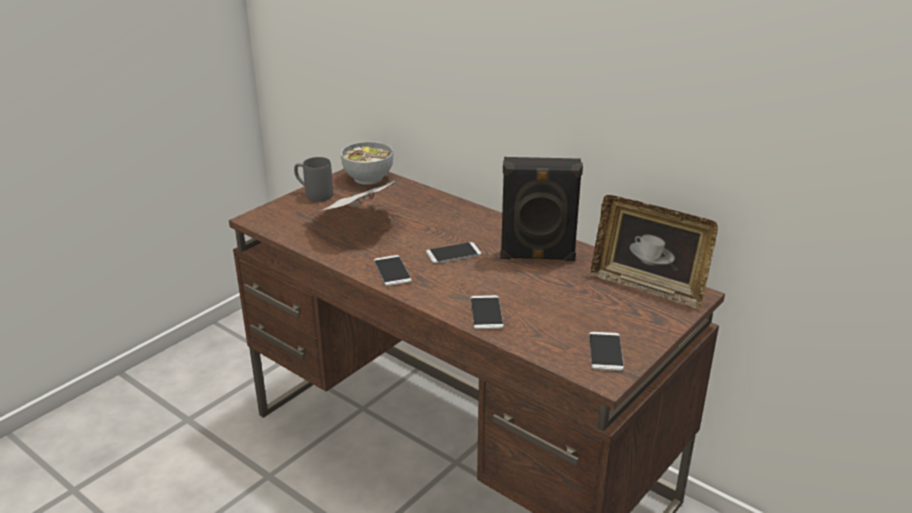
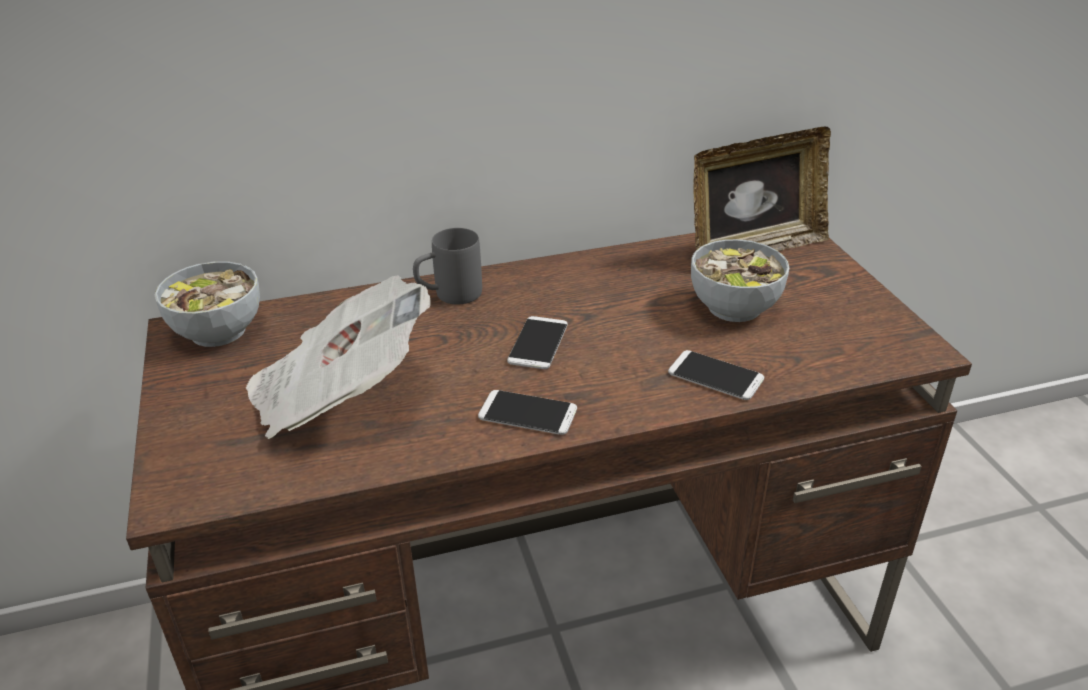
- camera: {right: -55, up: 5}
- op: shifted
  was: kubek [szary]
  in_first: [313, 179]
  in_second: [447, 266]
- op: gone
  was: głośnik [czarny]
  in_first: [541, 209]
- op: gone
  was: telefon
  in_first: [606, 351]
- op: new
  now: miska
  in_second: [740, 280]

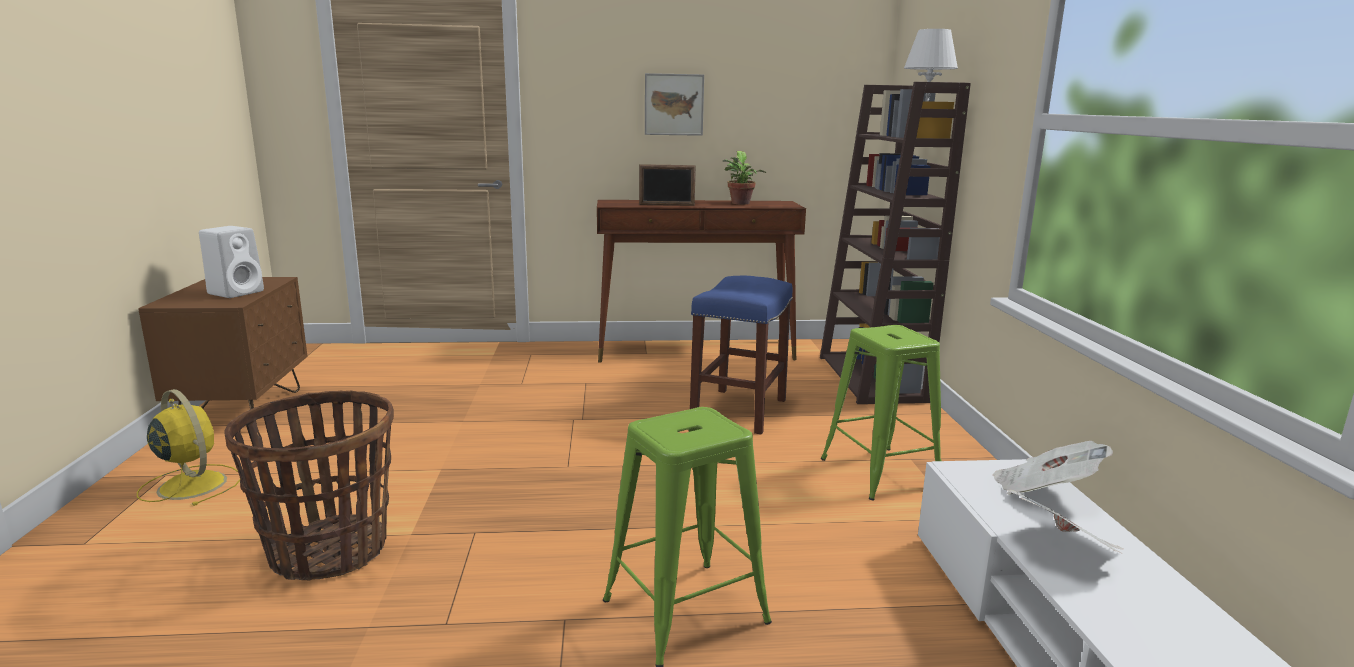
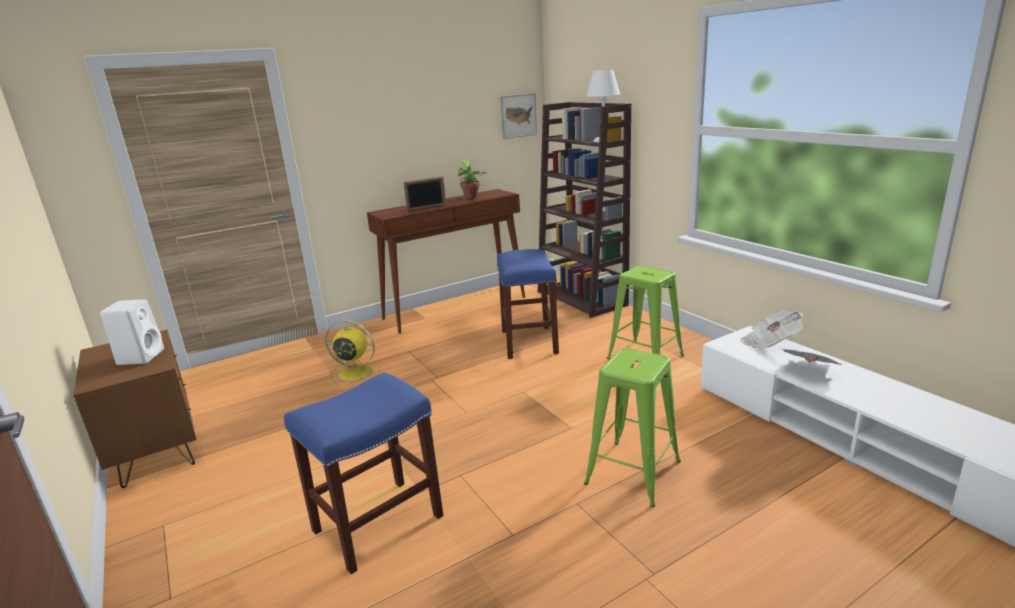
- camera: {right: -25, up: 5}
- op: shifted
  was: obraz
  in_first: [674, 104]
  in_second: [518, 116]
- op: shifted
  was: wentylator [żółty]
  in_first: [188, 447]
  in_second: [352, 353]
- op: swapped
  was: koszyk
  now: stołek [niebieski]
  in_first: [309, 485]
  in_second: [363, 473]

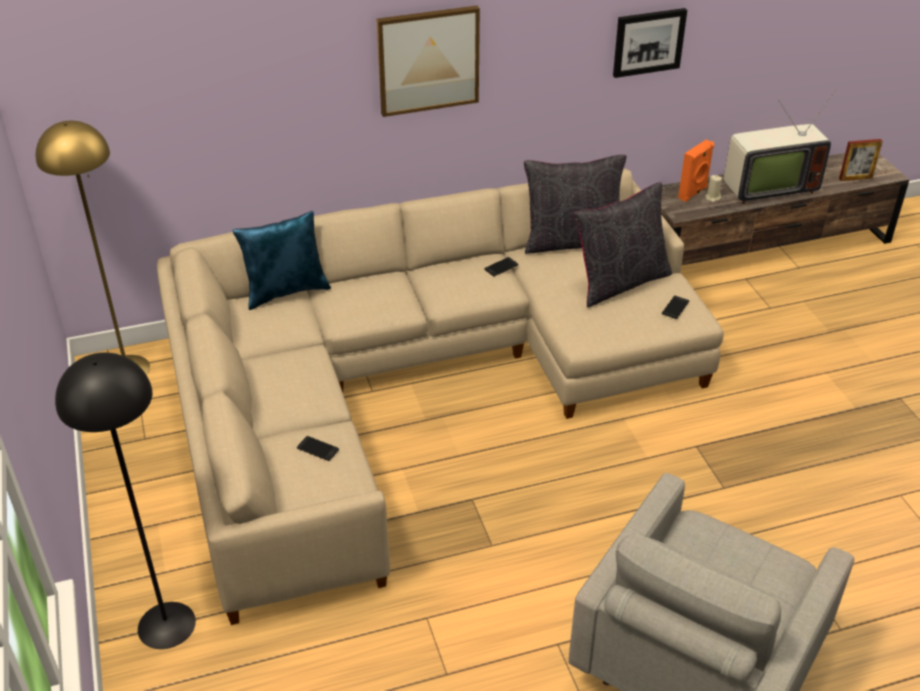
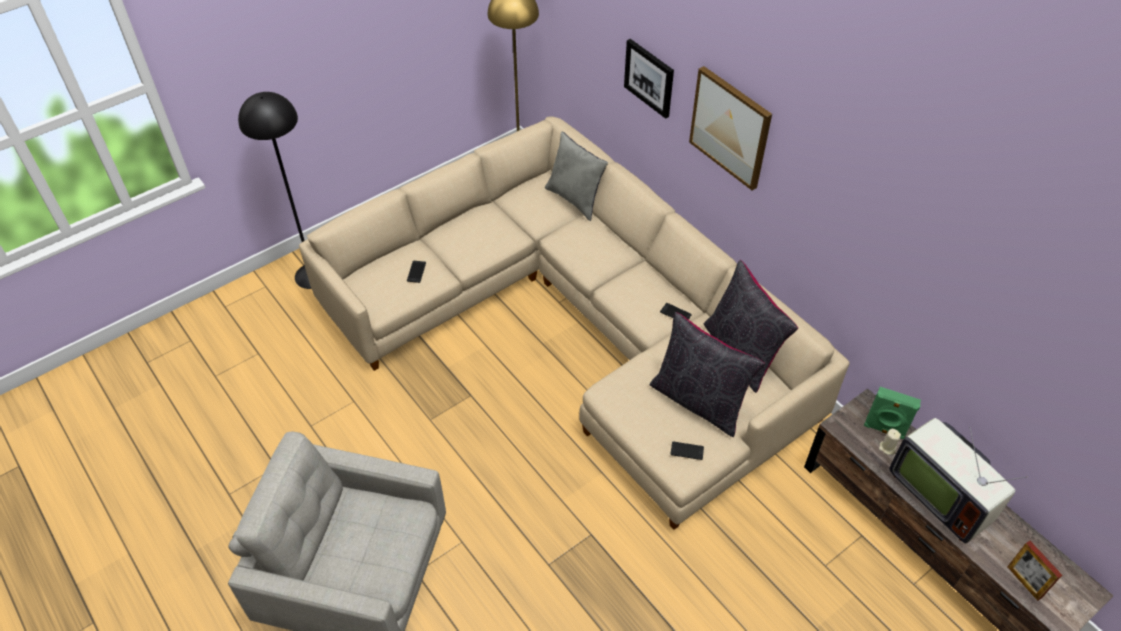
- camera: {right: 70, up: 10}
- op: shifted
  was: obraz
  in_first: [650, 43]
  in_second: [649, 79]
- op: repainted
  was: głośnik [pomarańczowy]
  now: głośnik [zielony]
  in_first: [696, 171]
  in_second: [892, 413]
- op: repainted
  was: poduszka [niebieski]
  now: poduszka [szary]
  in_first: [282, 260]
  in_second: [576, 176]

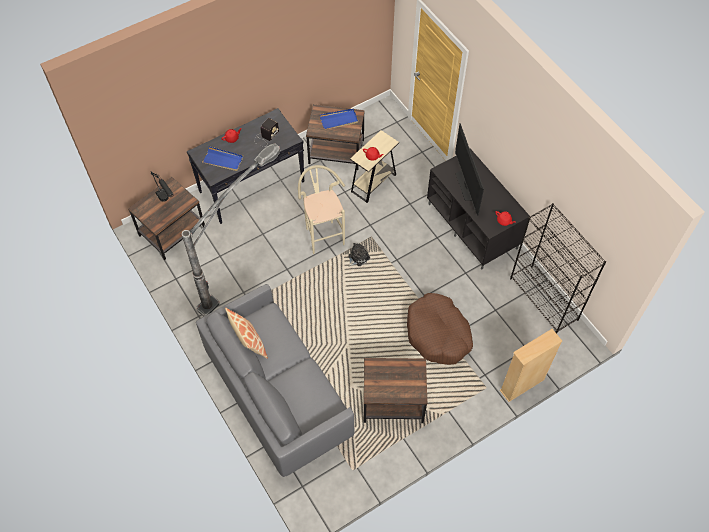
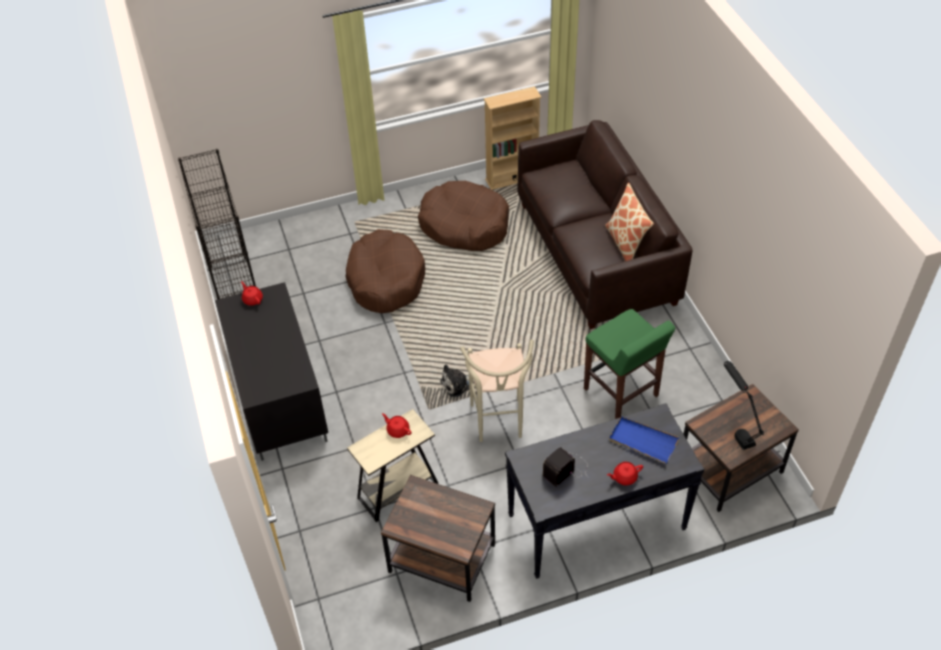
- camera: {right: -165, up: -10}
- op: gone
  was: taca [niebieski]
  in_first: [339, 119]
- op: gone
  was: telewizor
  in_first: [469, 169]
- op: swapped
  was: lampa stojąca
  now: stołek [zielony]
  in_first: [231, 229]
  in_second: [629, 364]
- op: repainted
  was: kanapa [szary]
  now: kanapa [brązowy]
  in_first: [275, 380]
  in_second: [604, 224]
- op: shifted
  was: regał [beżowy]
  in_first: [531, 365]
  in_second: [512, 138]
- op: swapped
  was: stolik [brązowy]
  now: legowisko [brązowy]
  in_first: [395, 390]
  in_second: [463, 216]

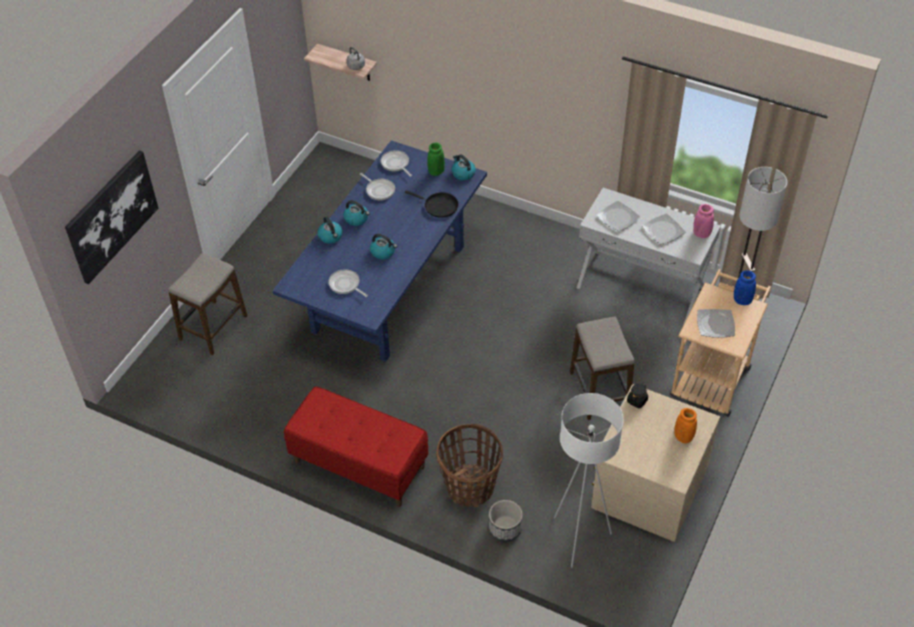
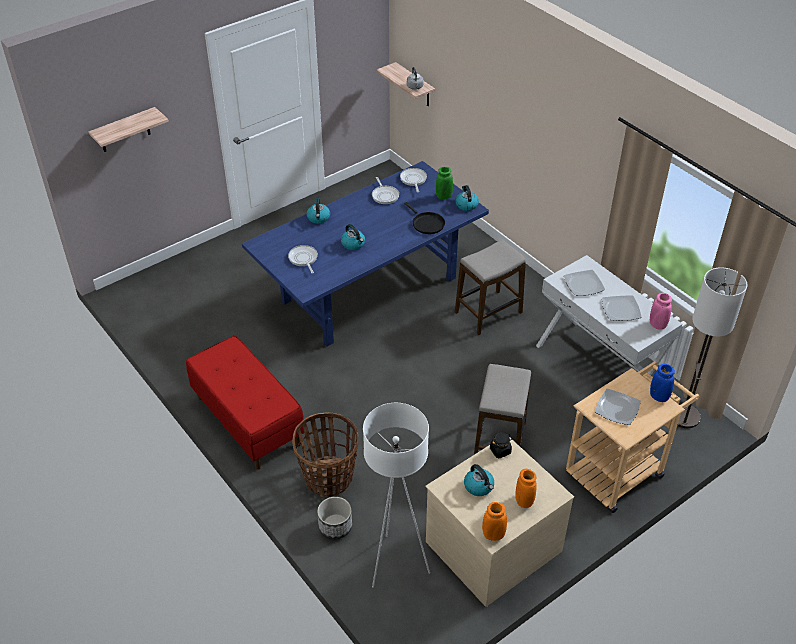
- camera: {right: 25, up: -5}
- op: swapped
  was: obraz
  now: półka
  in_first: [111, 217]
  in_second: [128, 129]
- op: shifted
  was: czajnik
  in_first: [356, 213]
  in_second: [479, 480]
- op: shifted
  was: stołek
  in_first: [208, 304]
  in_second: [490, 287]
- op: new
  now: wazon [pomarańczowy]
  in_second: [494, 521]

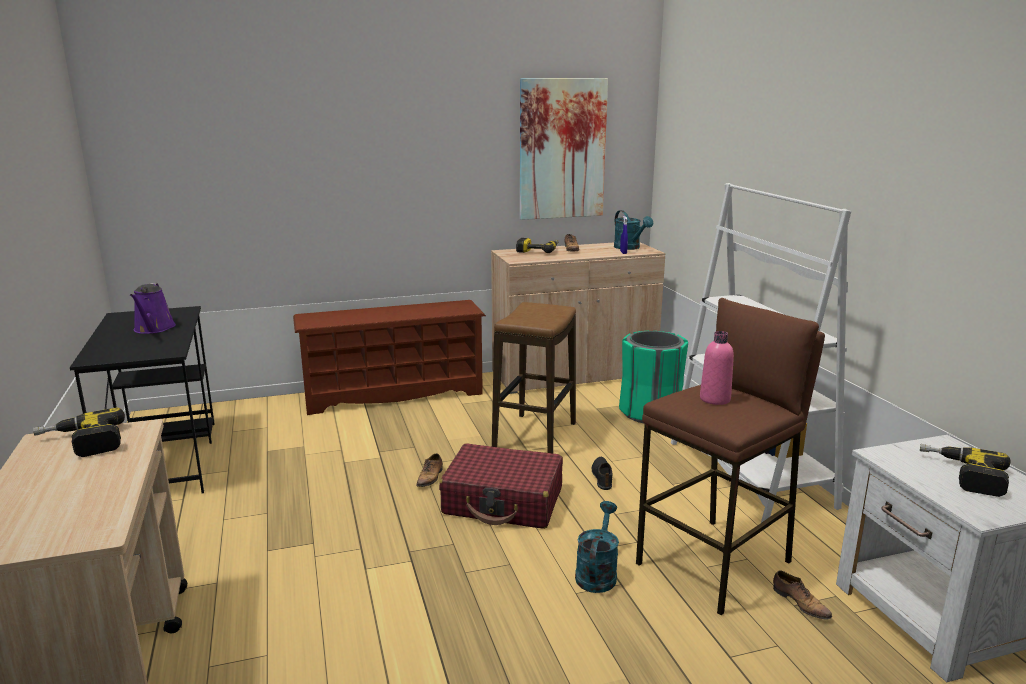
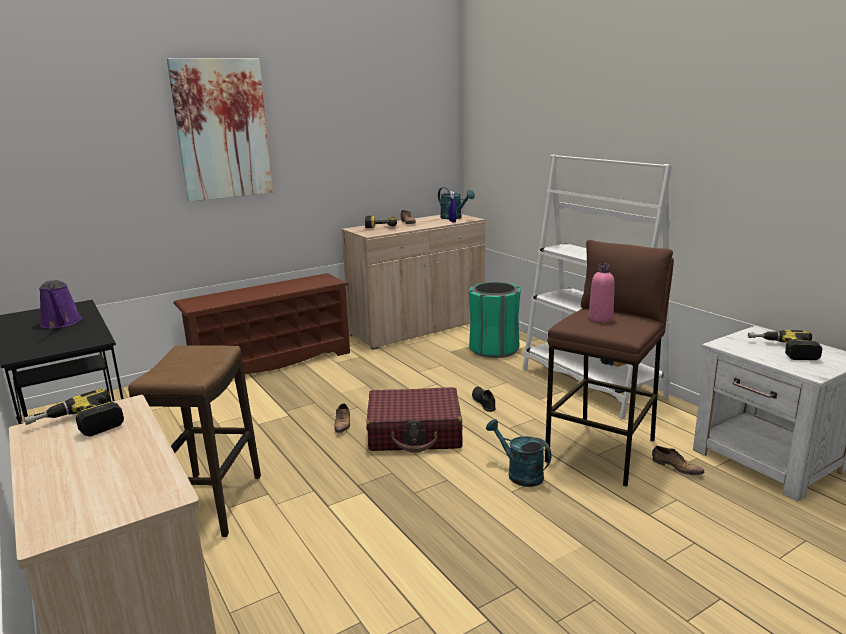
- camera: {right: -15, up: 0}
- op: shifted
  was: obraz
  in_first: [564, 149]
  in_second: [220, 130]
- op: shifted
  was: stołek
  in_first: [534, 377]
  in_second: [194, 441]
- op: rotated
  was: konewka [turkusowy]
  in_first: [597, 547]
  in_second: [518, 453]
  clockwise: -45

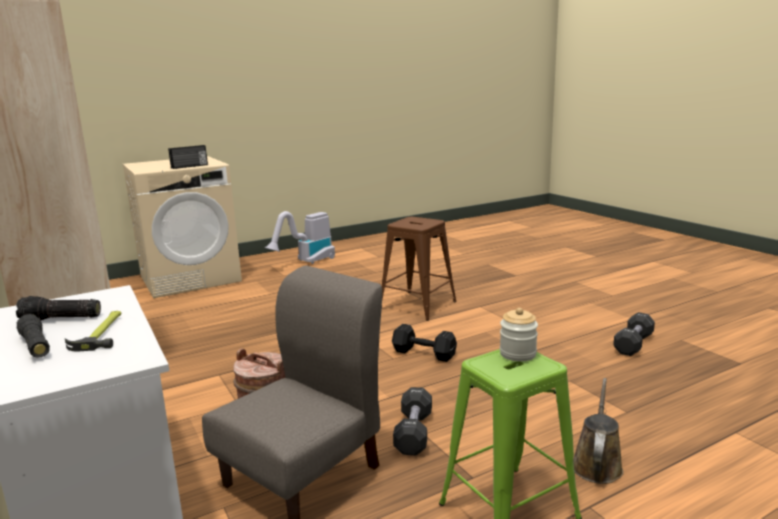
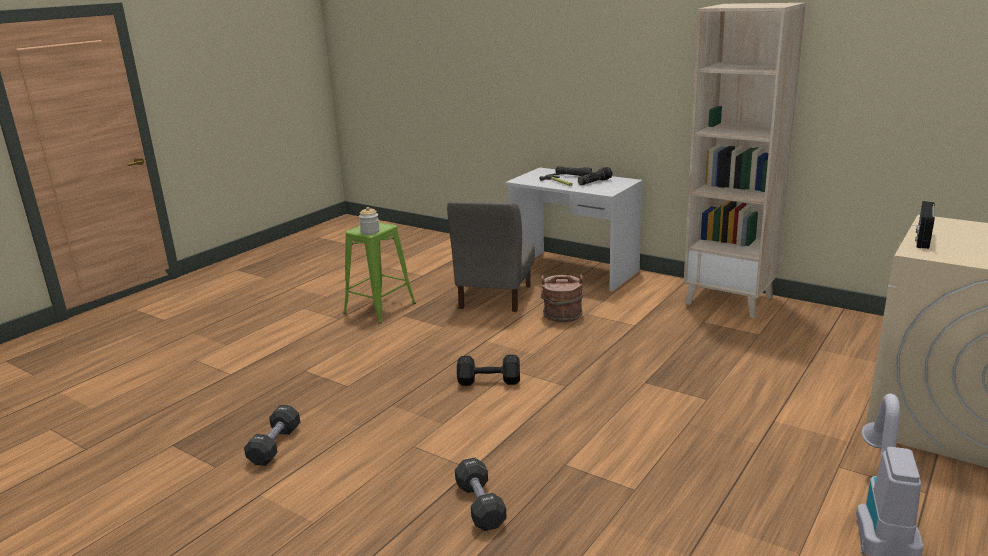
- camera: {right: 155, up: 5}
- op: gone
  was: stołek [brązowy]
  in_first: [419, 269]
- op: gone
  was: konewka [brązowy]
  in_first: [598, 431]
- op: shifted
  was: hantel [czarny]
  in_first: [412, 421]
  in_second: [481, 494]

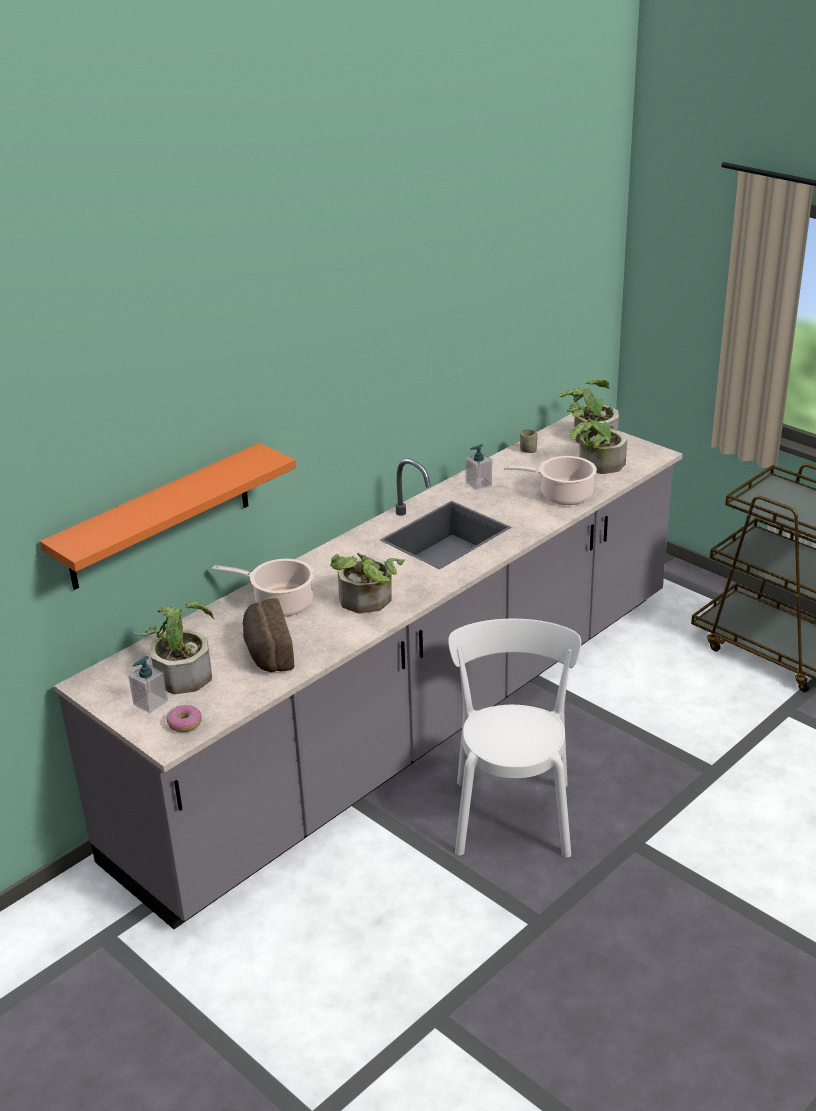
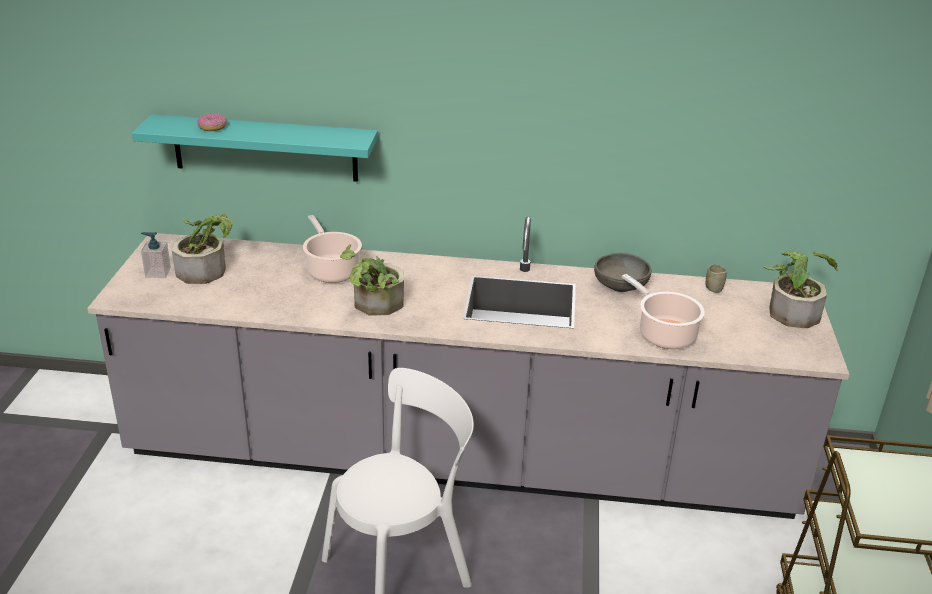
- camera: {right: 50, up: 0}
- op: gone
  was: roślina doniczkowa
  in_first: [599, 440]
- op: repainted
  was: półka [pomarańczowy]
  now: półka [turkusowy]
  in_first: [168, 516]
  in_second: [255, 148]
- op: swapped
  was: dozownik mydła
  now: miska [szary]
  in_first: [478, 467]
  in_second: [623, 272]
- op: gone
  was: chleb
  in_first: [268, 635]
- op: shifted
  was: donut
  in_first: [184, 718]
  in_second: [212, 122]

